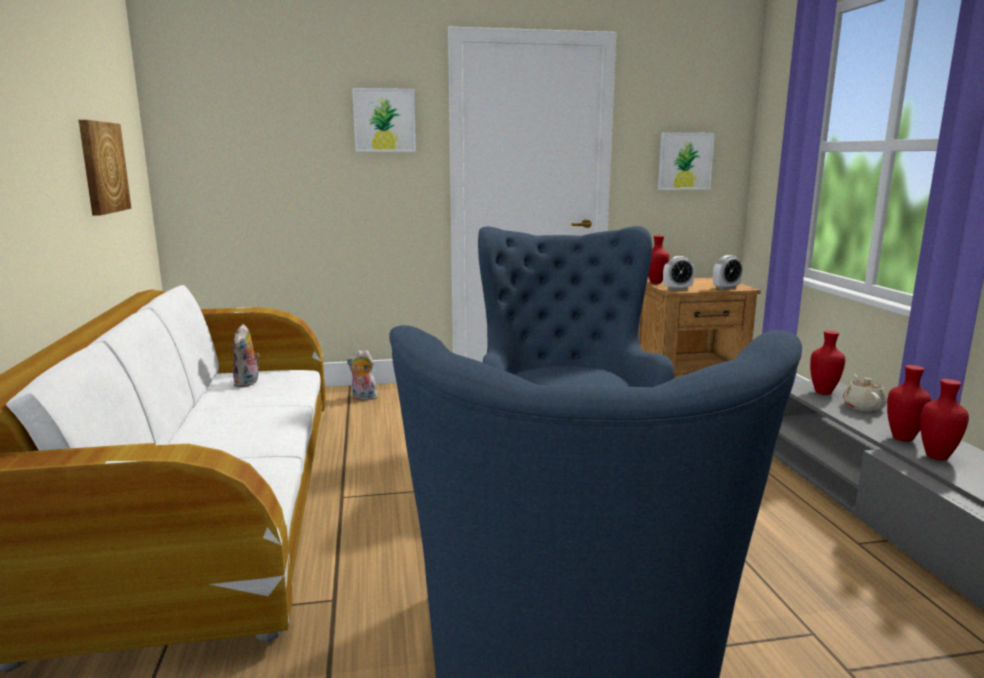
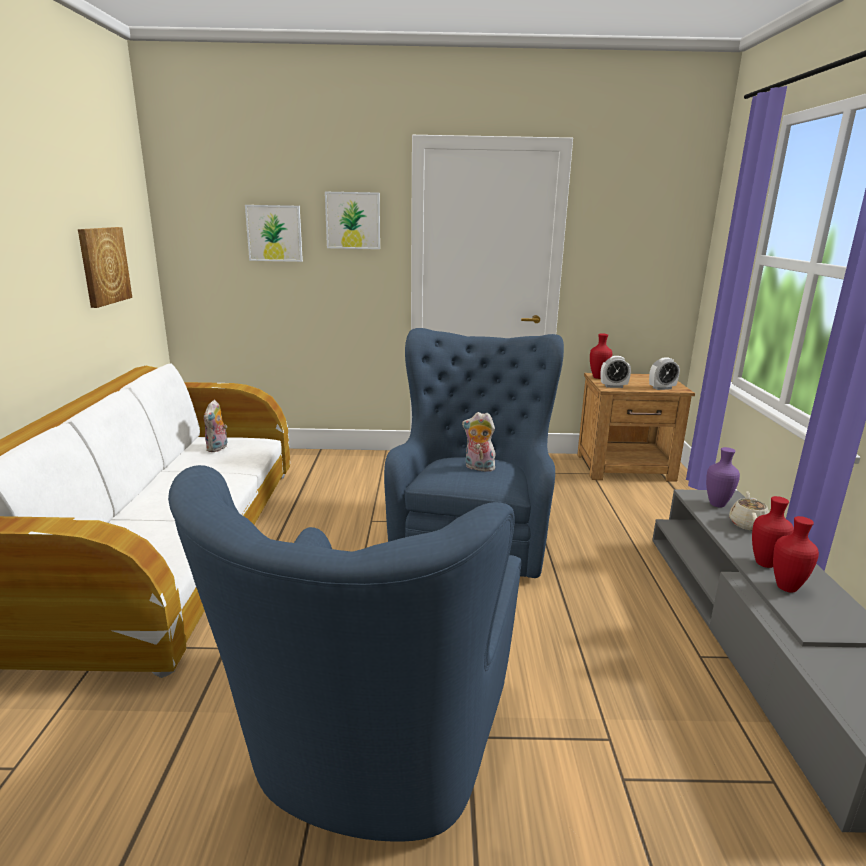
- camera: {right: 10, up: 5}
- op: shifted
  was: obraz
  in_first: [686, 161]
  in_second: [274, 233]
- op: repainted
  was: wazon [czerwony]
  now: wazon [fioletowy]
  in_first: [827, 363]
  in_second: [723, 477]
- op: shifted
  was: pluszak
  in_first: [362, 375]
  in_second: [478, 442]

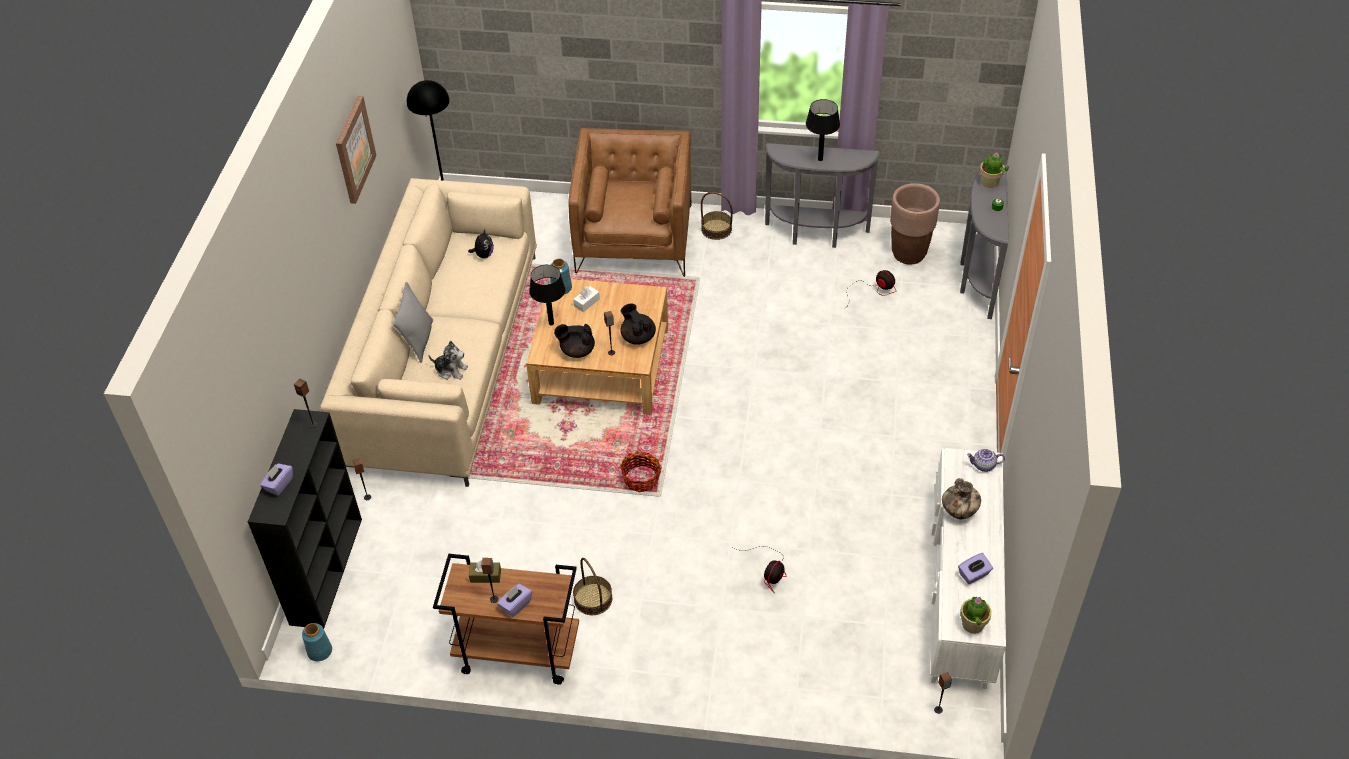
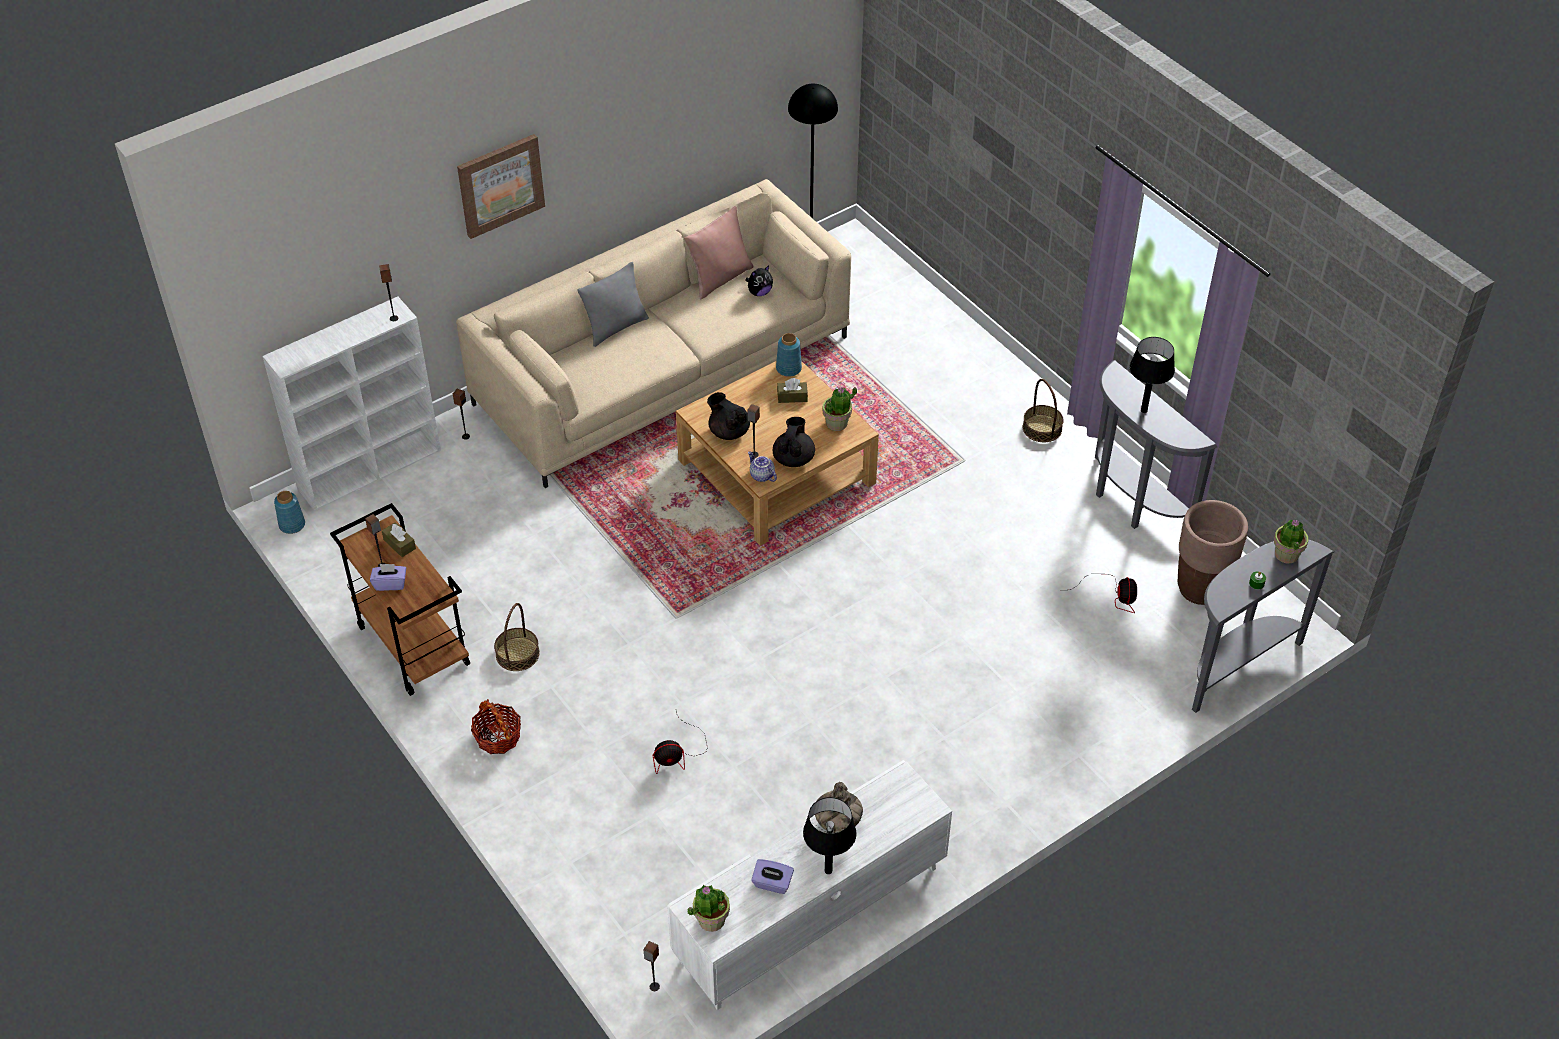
- camera: {right: 45, up: 0}
- op: shifted
  was: obraz
  in_first: [356, 150]
  in_second: [501, 186]
- op: gone
  was: fotel [brązowy]
  in_first: [629, 202]
- op: shifted
  was: lampa stołowa [czarny]
  in_first: [547, 295]
  in_second: [830, 835]
- op: repainted
  was: pudełko chusteczek [biały]
  now: pudełko chusteczek [brązowy]
  in_first: [586, 299]
  in_second: [792, 390]
- op: gone
  was: pluszak
  in_first: [448, 360]
- op: repainted
  was: regał [czarny]
  now: regał [biały]
  in_first: [305, 519]
  in_second: [352, 404]
- op: shifted
  was: imbryk
  in_first: [986, 460]
  in_second: [762, 467]
- op: shifted
  was: koszyk
  in_first: [641, 472]
  in_second: [496, 726]
- op: gone
  was: pudełko chusteczek [fioletowy]
  in_first: [276, 479]
- op: new
  now: poduszka [różowy]
  in_second: [719, 253]
- op: new
  now: roślina doniczkowa
  in_second: [840, 409]

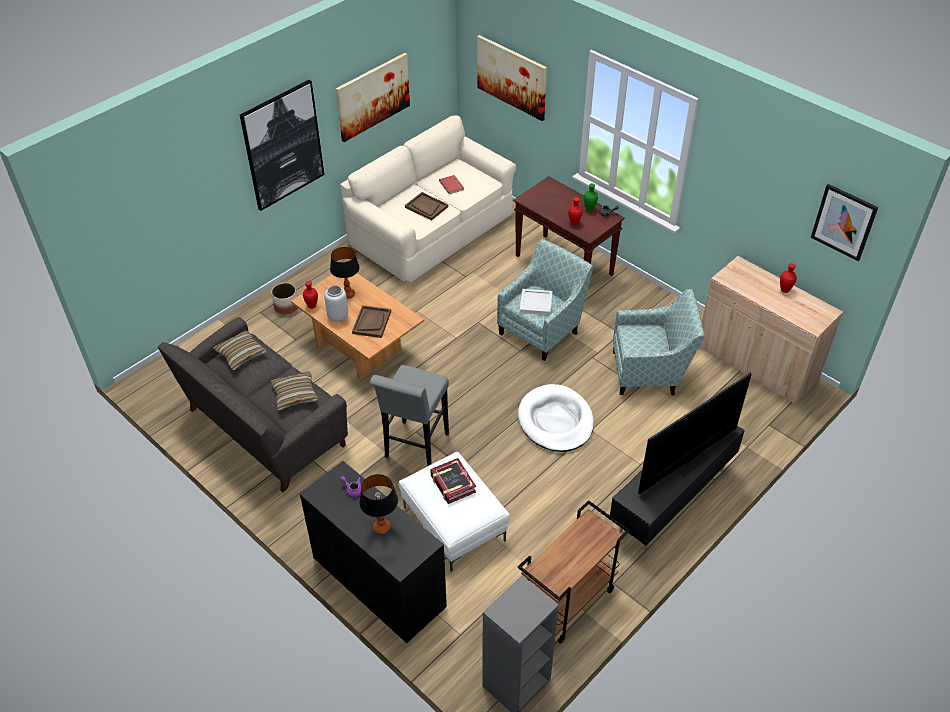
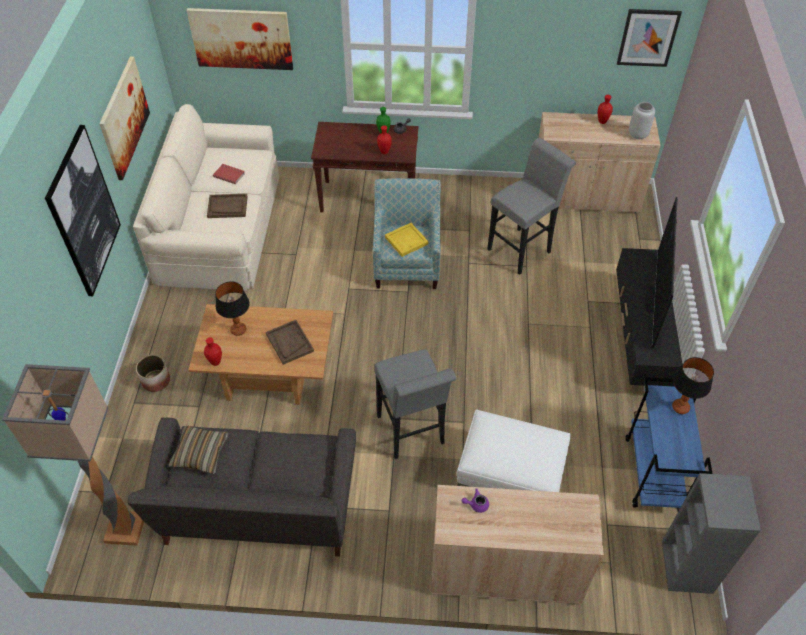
- camera: {right: -40, up: 5}
- op: shifted
  was: wazon [szary]
  in_first: [336, 303]
  in_second: [642, 120]
- op: repainted
  was: taca [biały]
  now: taca [żółty]
  in_first: [536, 302]
  in_second: [406, 240]
- op: swapped
  was: fotel
  now: stołek [szary]
  in_first: [659, 342]
  in_second: [531, 206]
- op: gone
  was: poduszka
  in_first: [294, 391]
- op: gone
  was: legowisko [biały]
  in_first: [556, 418]
- op: gone
  was: książka
  in_first: [453, 481]
- op: repainted
  was: szafka [czarny]
  now: szafka [beżowy]
  in_first: [373, 552]
  in_second: [517, 544]
- op: shifted
  was: lampa stołowa
  in_first: [378, 504]
  in_second: [693, 385]
- op: repainted
  was: wózek [brązowy]
  now: wózek [niebieski]
  in_first: [574, 572]
  in_second: [669, 442]
- op: new
  now: lampa stojąca
  in_second: [73, 455]

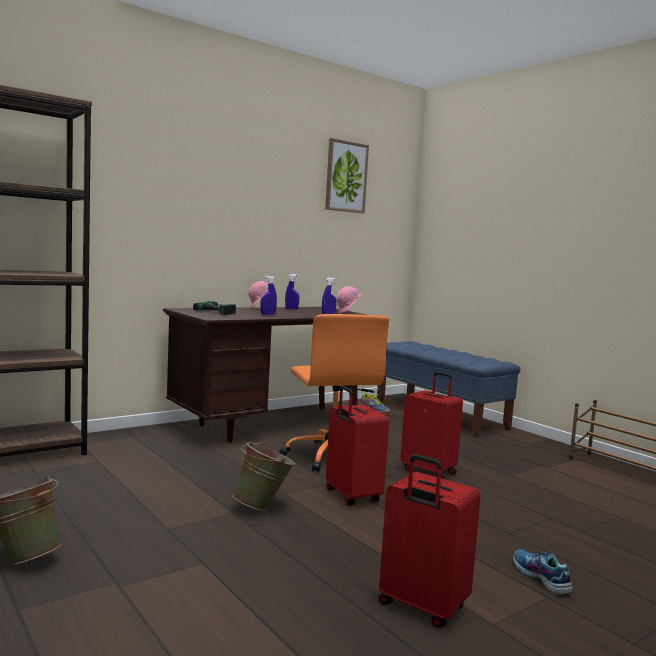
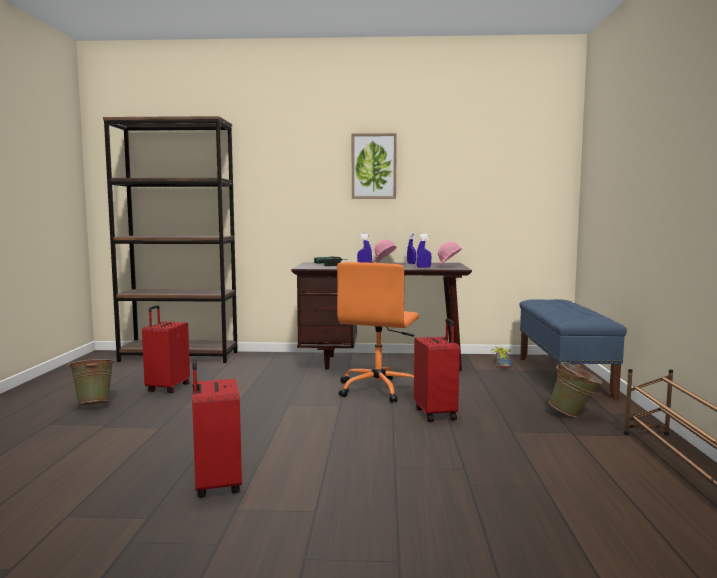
- camera: {right: 40, up: 0}
- op: shifted
  was: obraz
  in_first: [347, 175]
  in_second: [374, 166]
- op: shifted
  was: walizka [czerwony]
  in_first: [357, 446]
  in_second: [166, 349]
- op: shifted
  was: wiadro [zielony]
  in_first: [264, 476]
  in_second: [576, 389]
- op: gone
  was: but
  in_first: [543, 572]

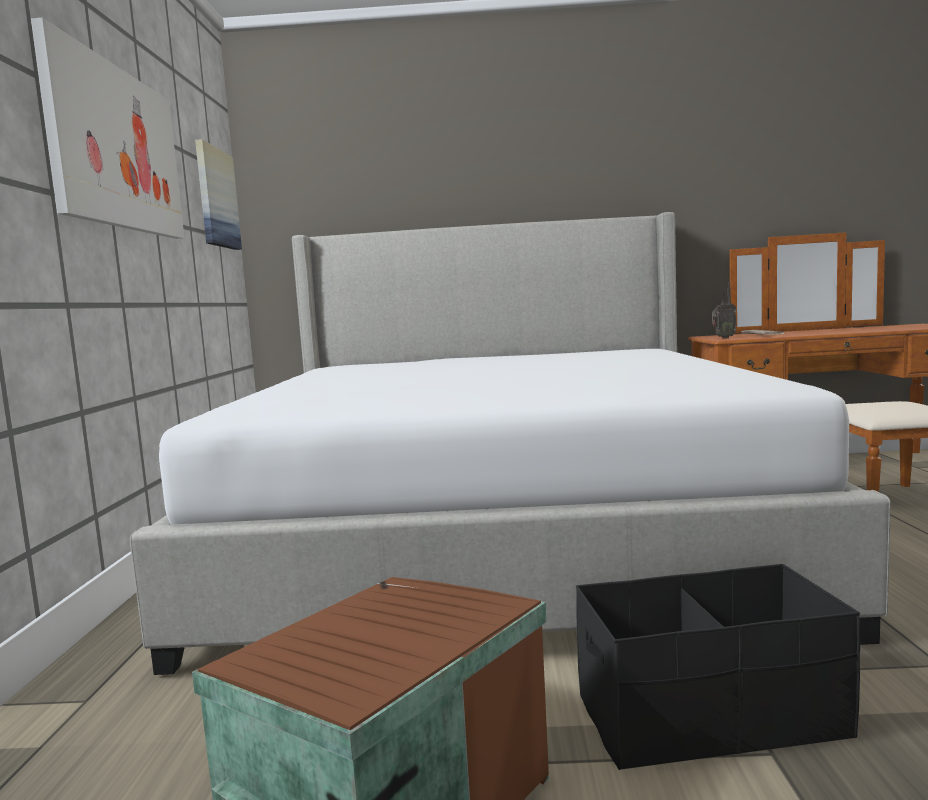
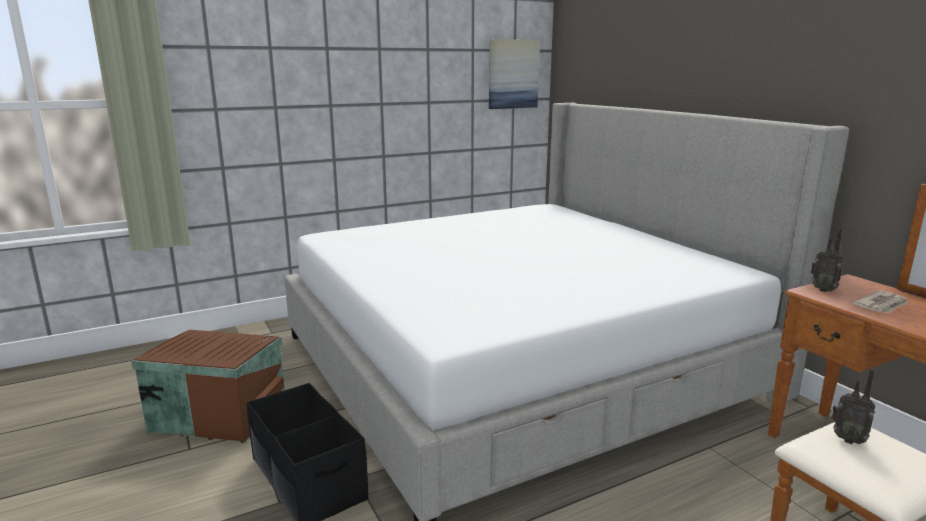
- camera: {right: 60, up: 10}
- op: gone
  was: obraz
  in_first: [107, 128]
- op: new
  now: radio
  in_second: [853, 406]

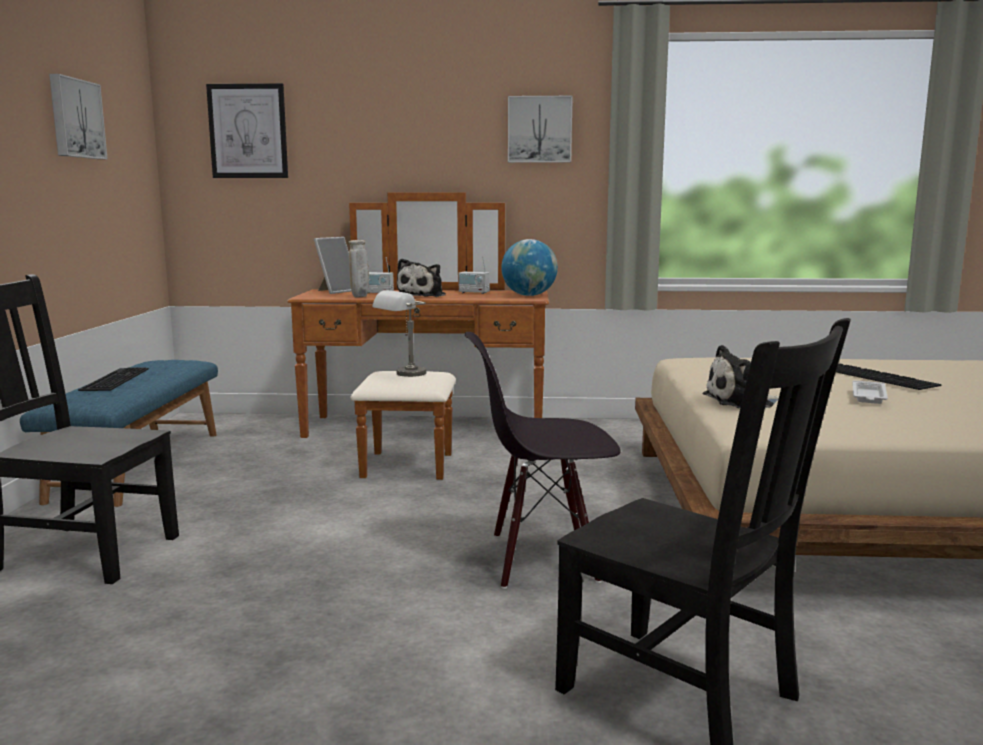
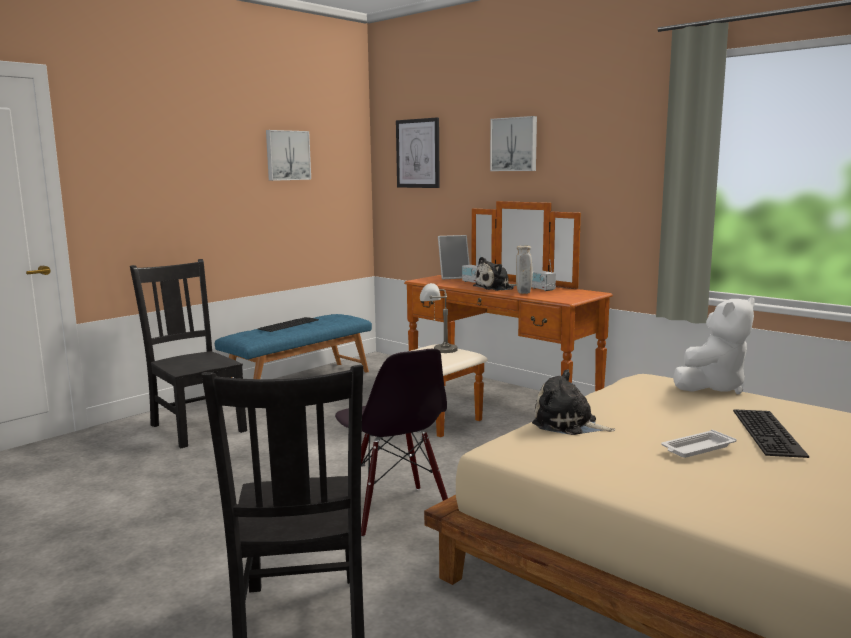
- camera: {right: 40, up: 0}
- op: shifted
  was: obraz
  in_first: [540, 129]
  in_second: [513, 143]
- op: gone
  was: globus
  in_first: [529, 267]
- op: shifted
  was: wazon [beżowy]
  in_first: [359, 269]
  in_second: [524, 270]
- op: rotated
  was: krzesło [czarny]
  in_first: [543, 460]
  in_second: [391, 443]
  clockwise: -150
- op: new
  now: pluszak [biały]
  in_second: [714, 345]

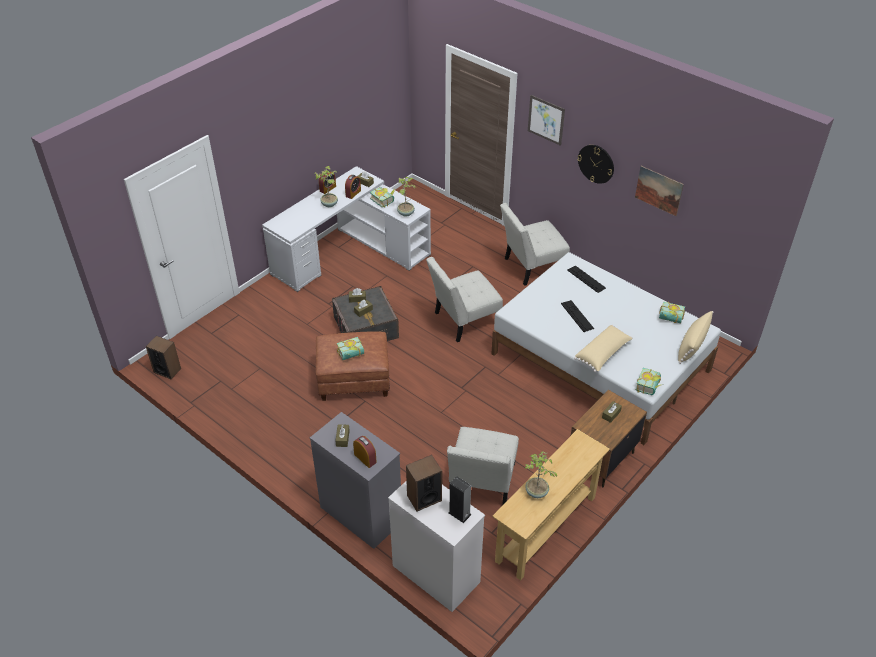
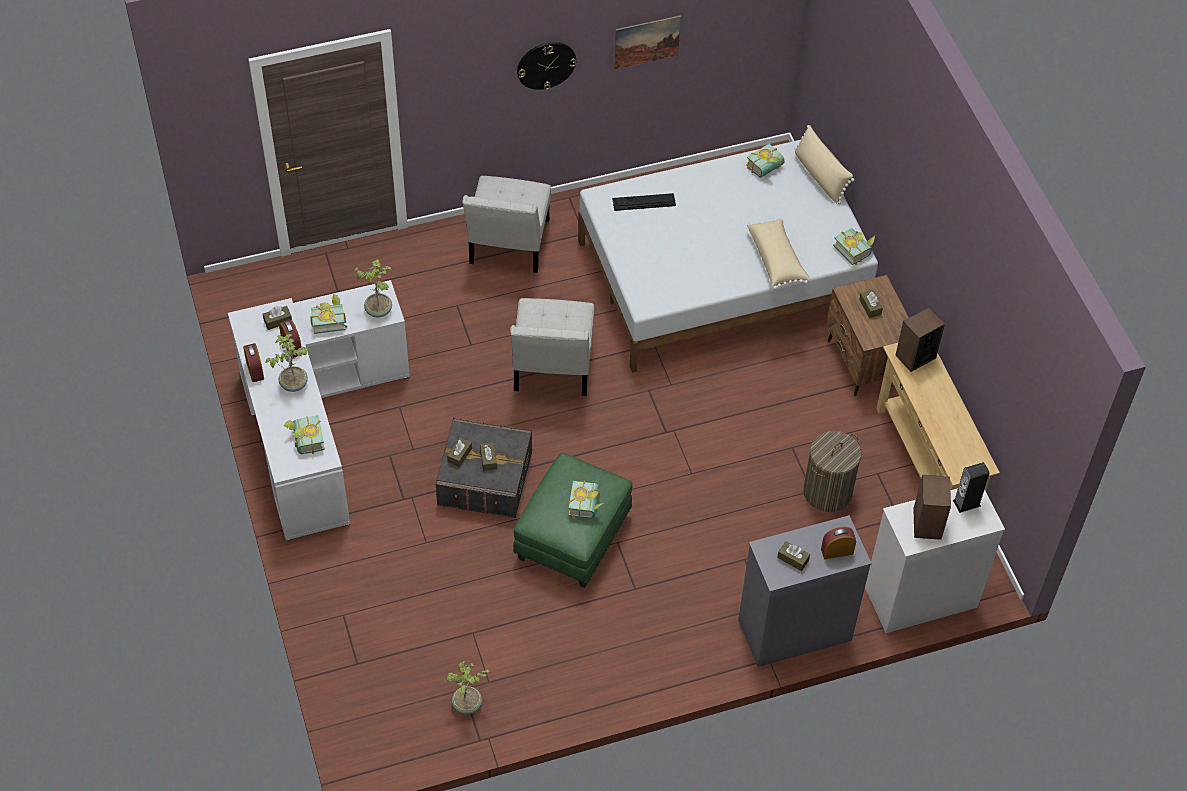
- camera: {right: -60, up: 10}
- op: gone
  was: obraz
  in_first: [546, 120]
- op: gone
  was: klawiatura
  in_first: [577, 316]
- op: repainted
  was: pufa [brązowy]
  now: pufa [zielony]
  in_first: [353, 366]
  in_second: [572, 520]
- op: shifted
  was: głośnik
  in_first: [163, 357]
  in_second: [920, 339]
- op: swapped
  was: krzesło [biały]
  now: kosz na pranie
  in_first: [483, 466]
  in_second: [832, 471]
- op: shifted
  was: roślina doniczkowa
  in_first: [541, 474]
  in_second: [468, 688]
- op: new
  now: książka
  in_second: [304, 434]

